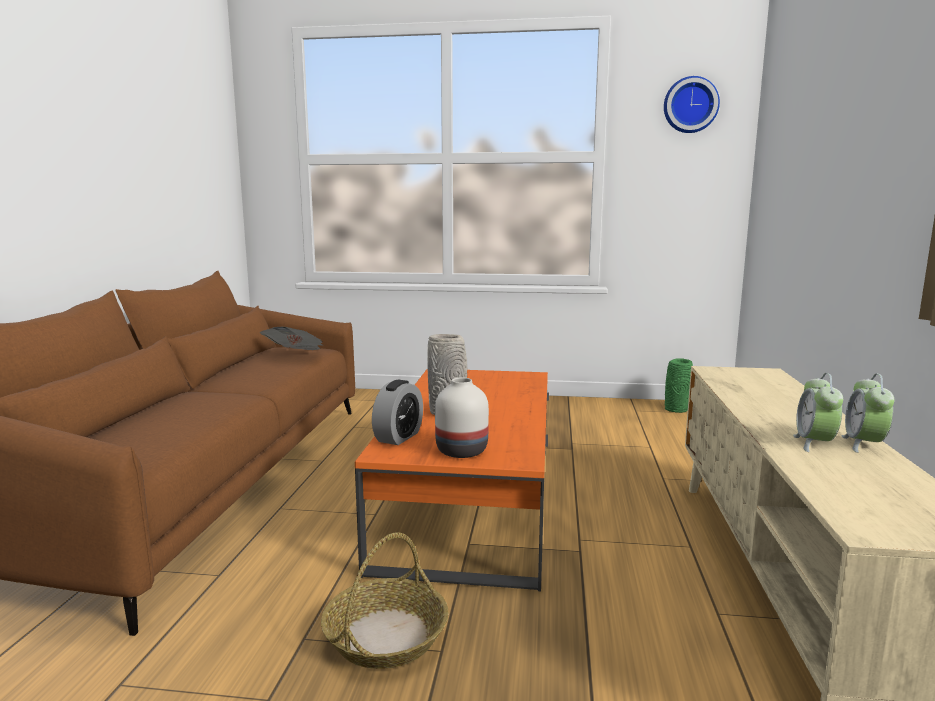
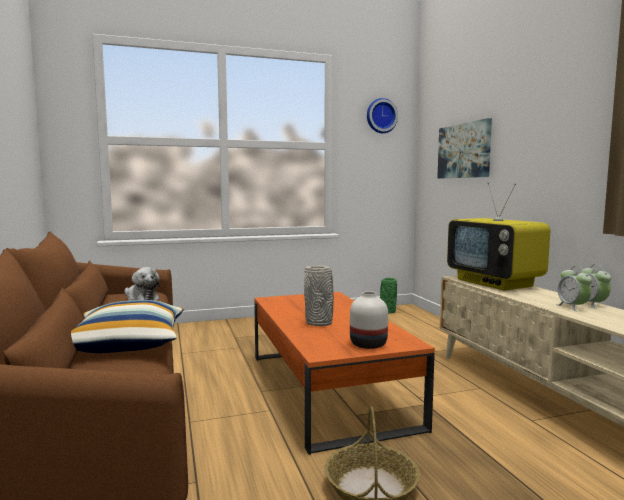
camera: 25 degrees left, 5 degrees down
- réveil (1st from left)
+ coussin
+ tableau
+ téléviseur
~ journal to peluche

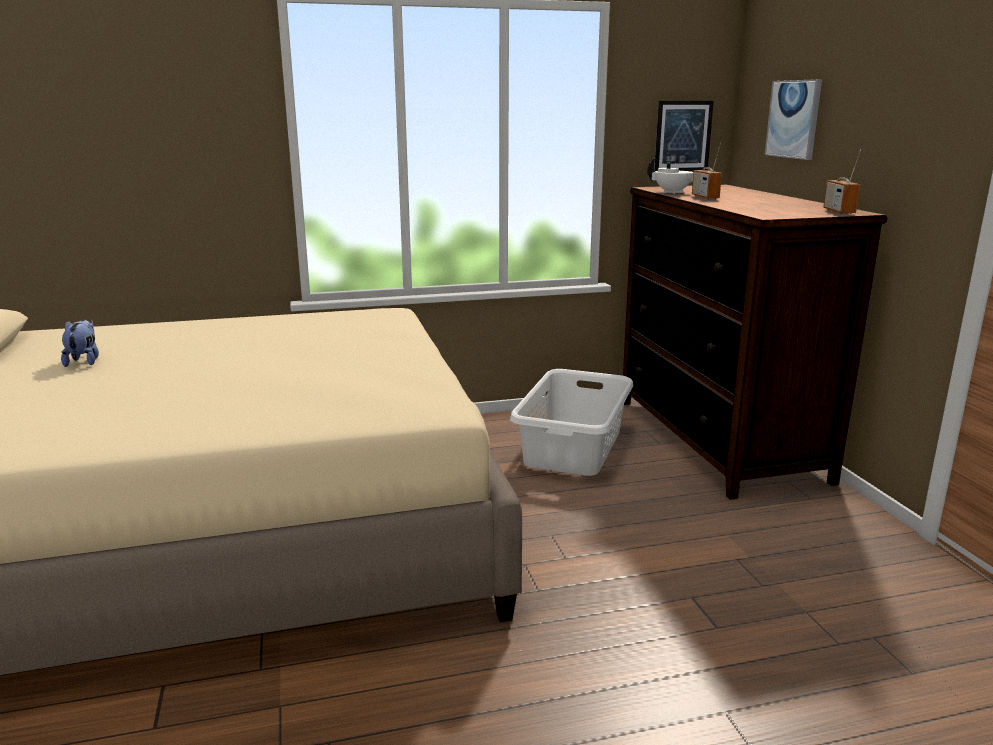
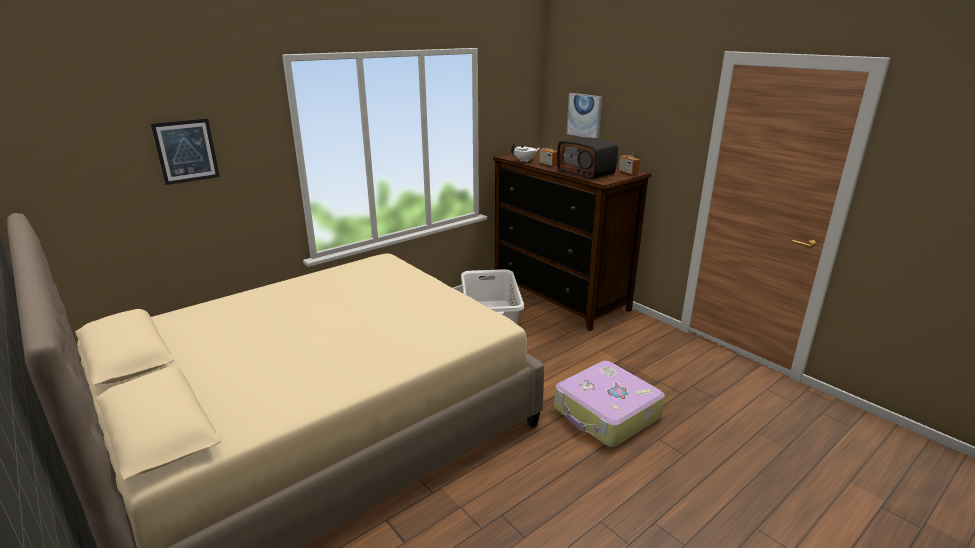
camera: 25 degrees left, 5 degrees up
- peluche
+ valise
+ radio (2nd from left)
~ tableau (1st from left)

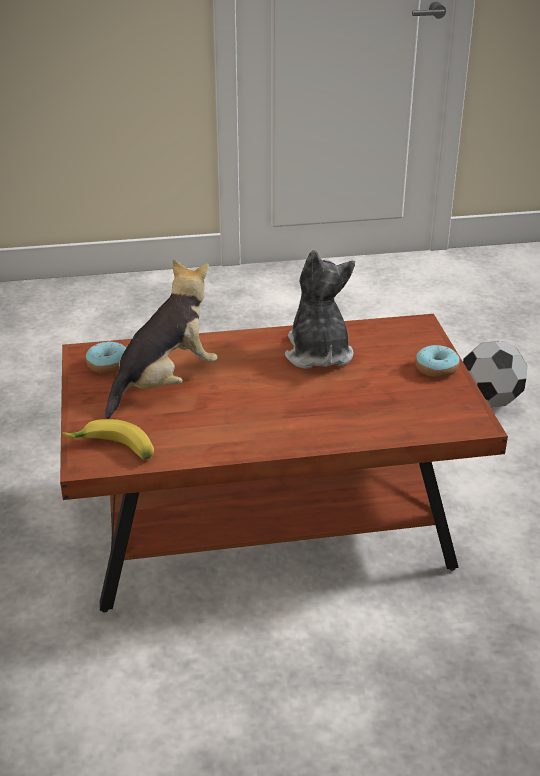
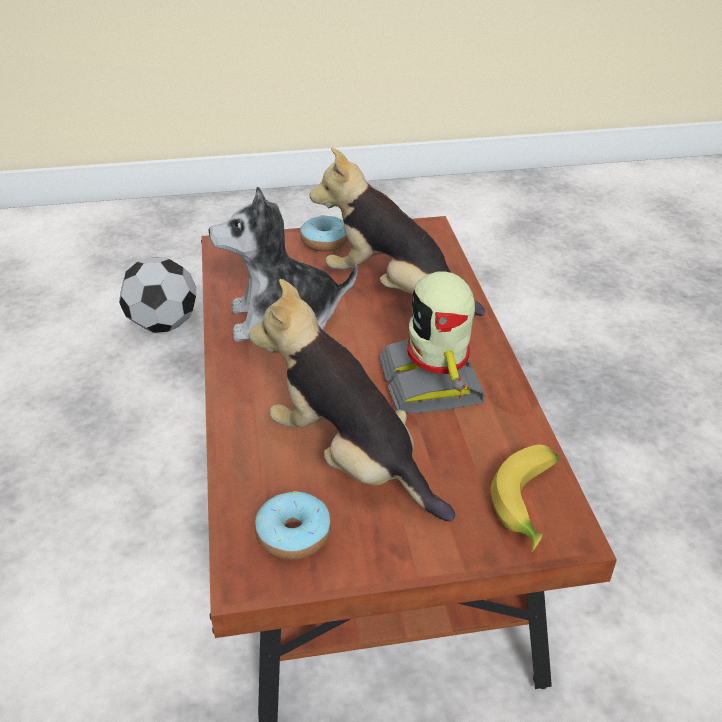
camera: 90 degrees left, 5 degrees up
+ peluche (3rd from left)
+ robot jouet

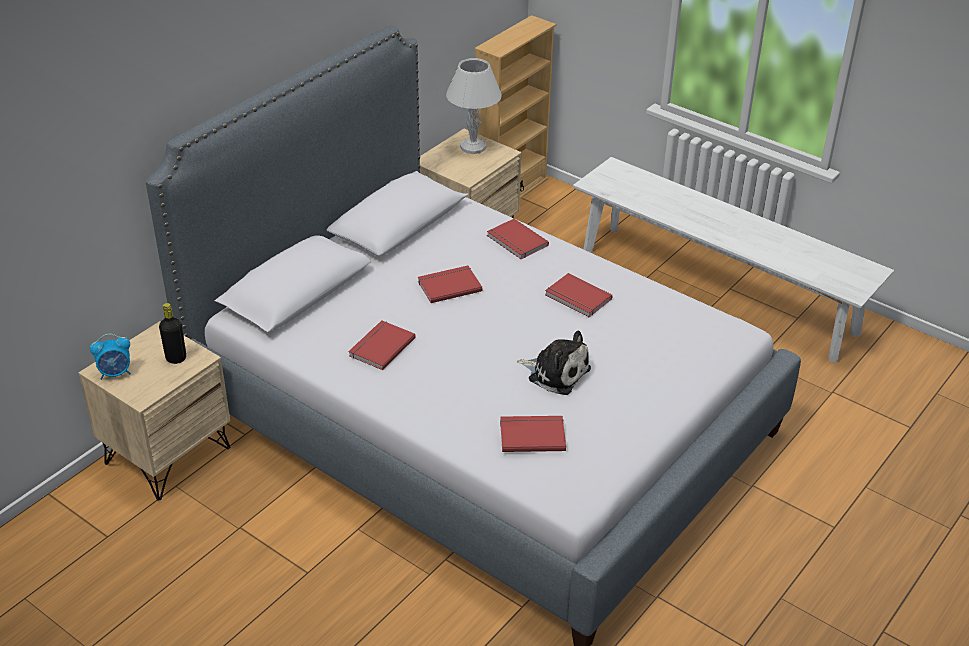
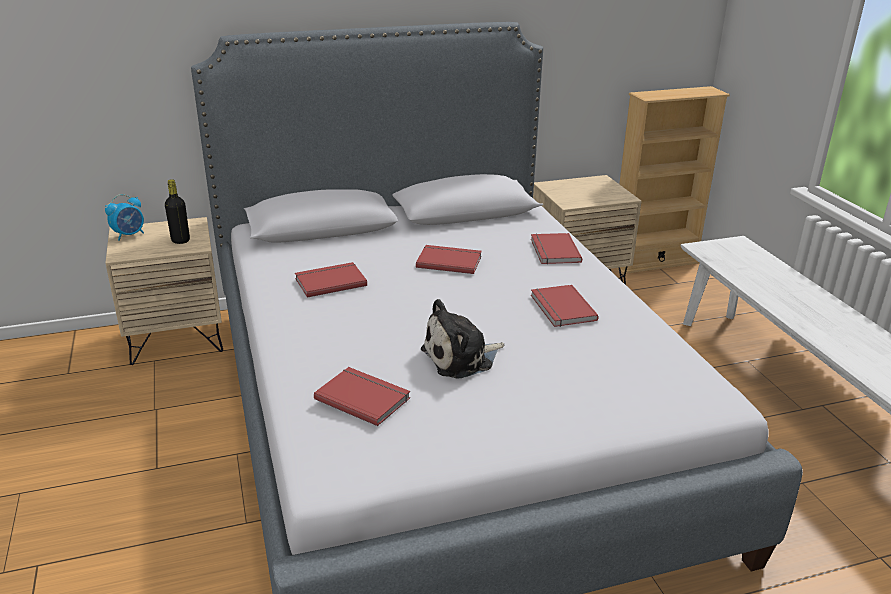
camera: 35 degrees right, 10 degrees down
- lampe de table [blanc]
~ réveil 60 degrees counterclockwise
~ peluche 90 degrees clockwise

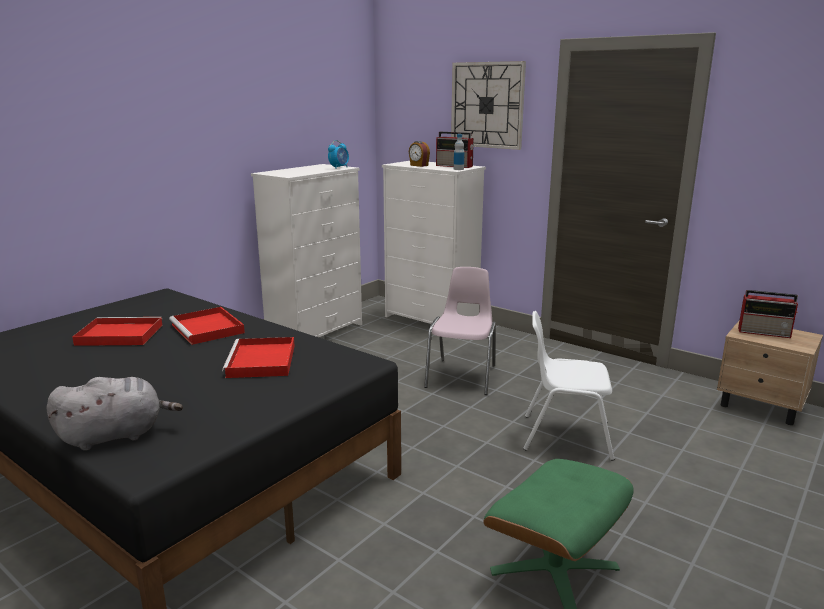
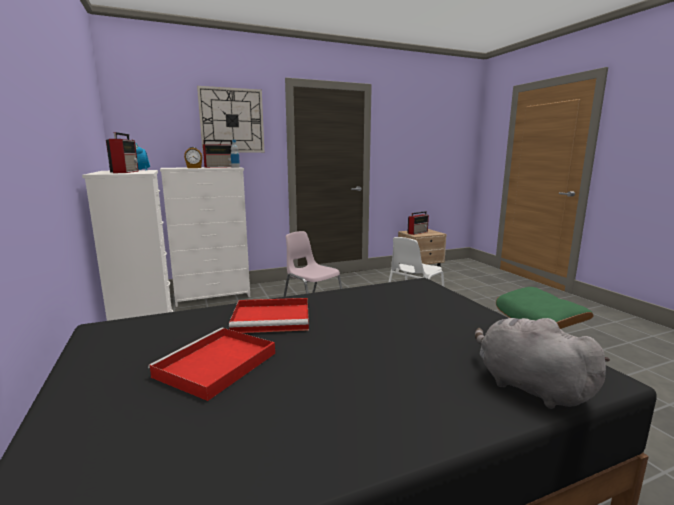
camera: 60 degrees left, 5 degrees down
- plateau [rouge] (3rd from left)
+ radio (1st from left)
~ peluche [gris] 45 degrees counterclockwise

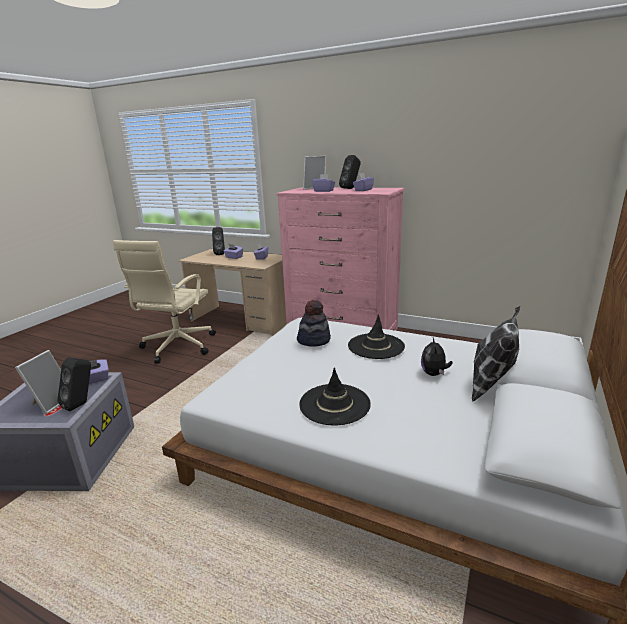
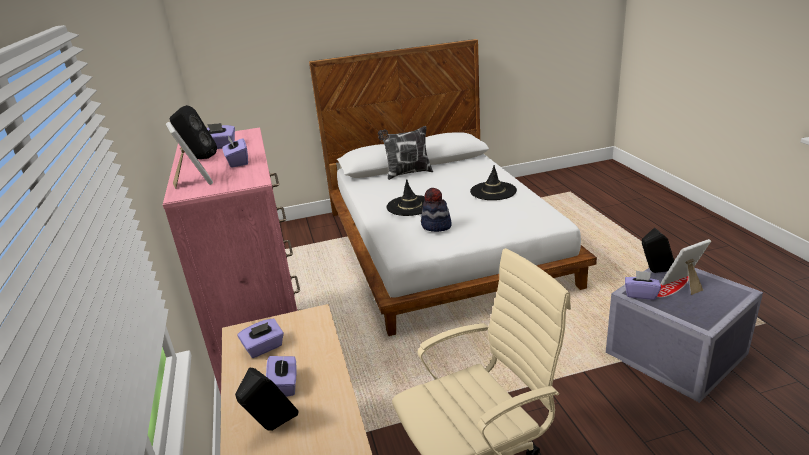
camera: 130 degrees left, 5 degrees up
- peluche

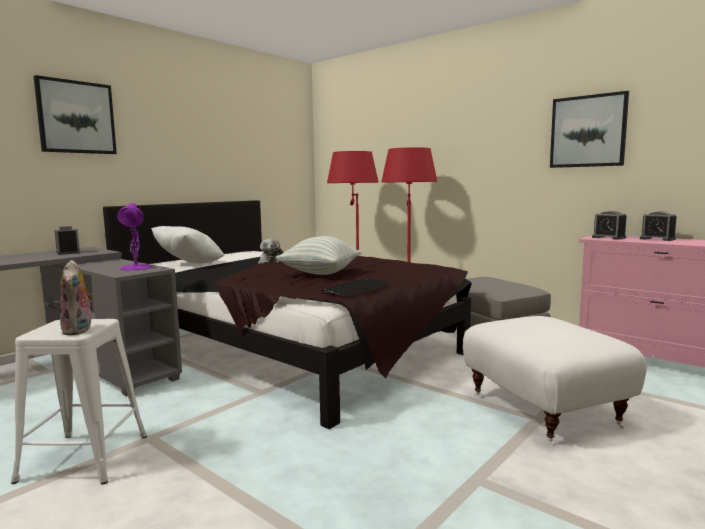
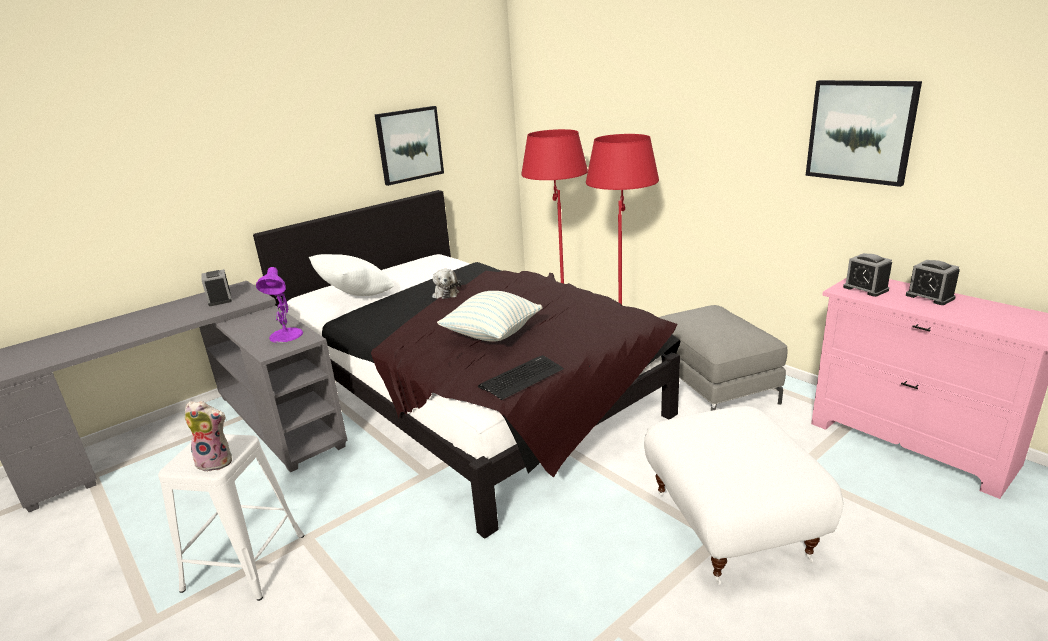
camera: 10 degrees right, 15 degrees up
~ tableau (1st from left)
~ peluche (1st from left) 75 degrees counterclockwise

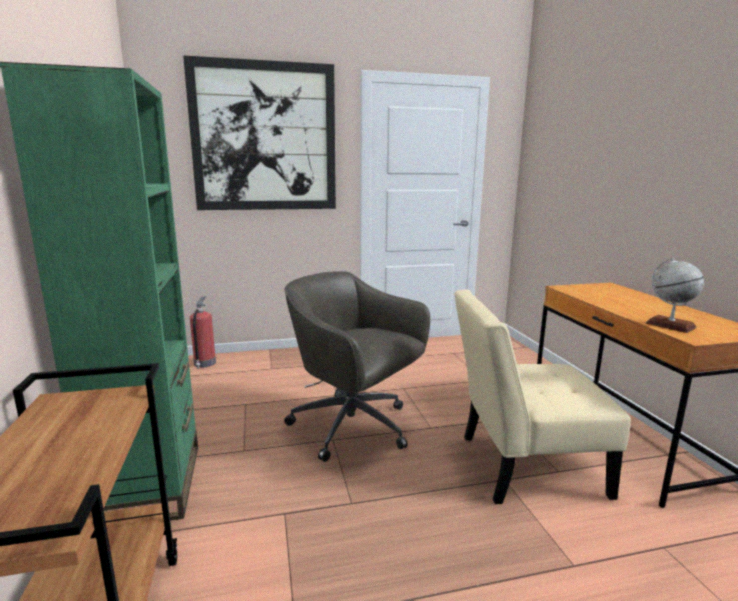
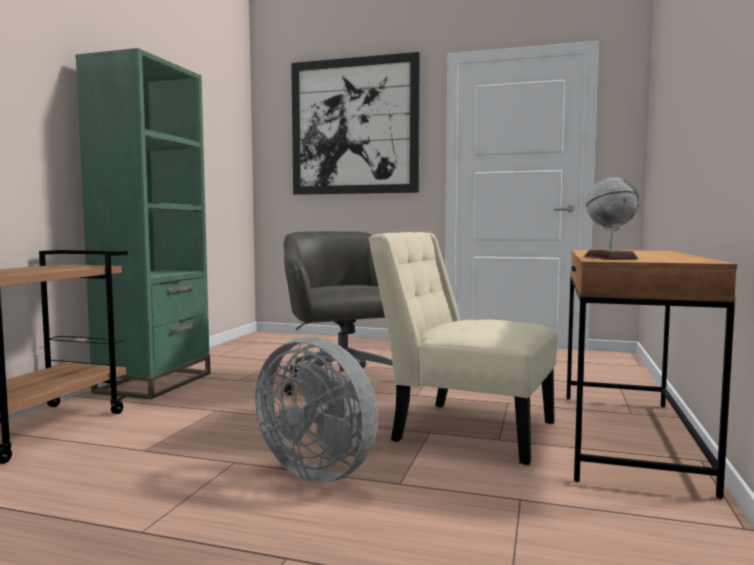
camera: 30 degrees right, 10 degrees down
- extincteur
+ ventilateur [gris]

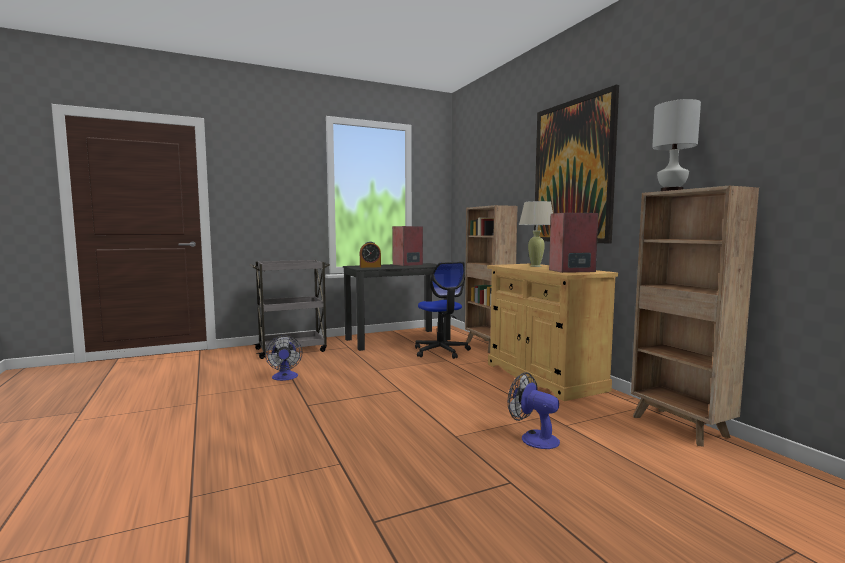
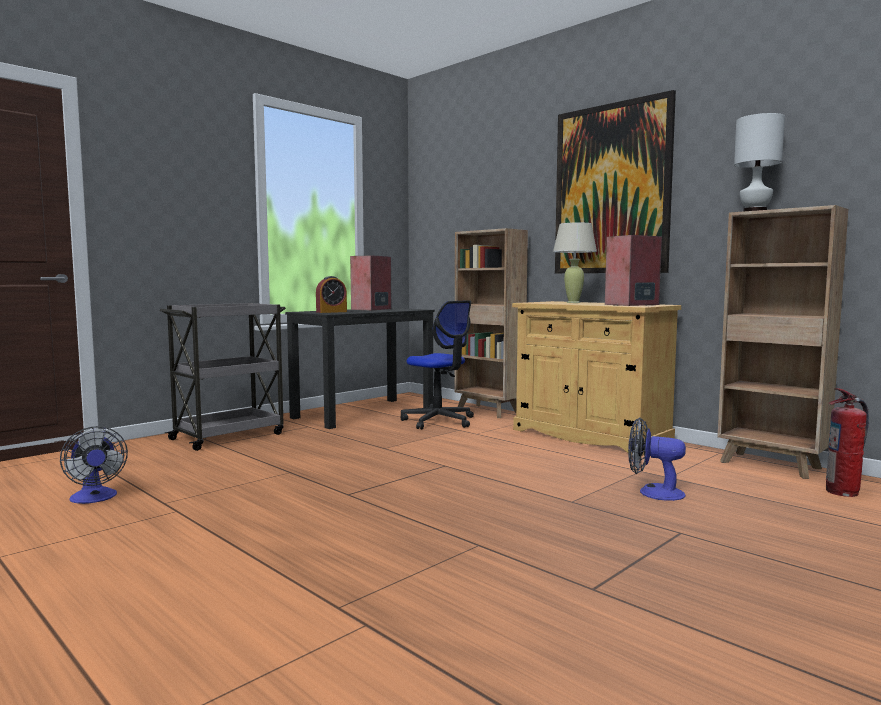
camera: 20 degrees left, 0 degrees up
+ extincteur
~ ventilateur (1st from left)

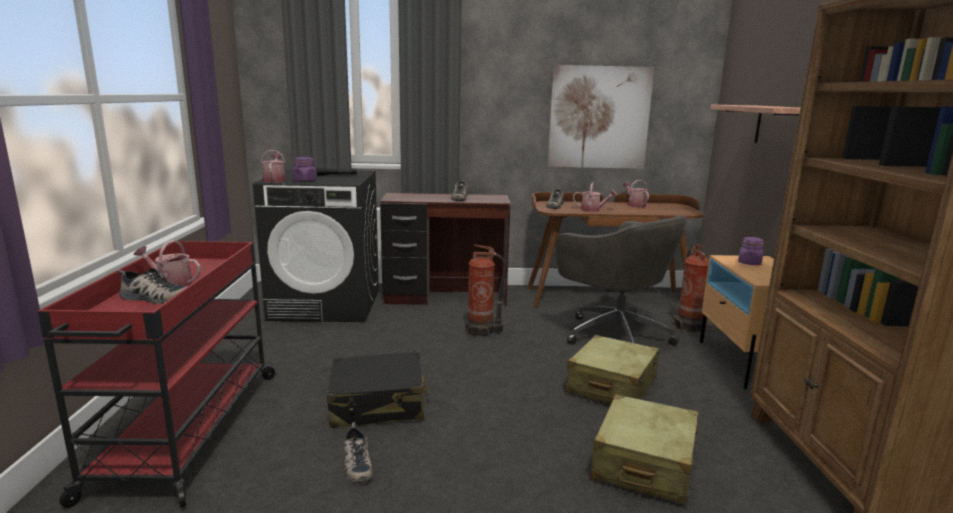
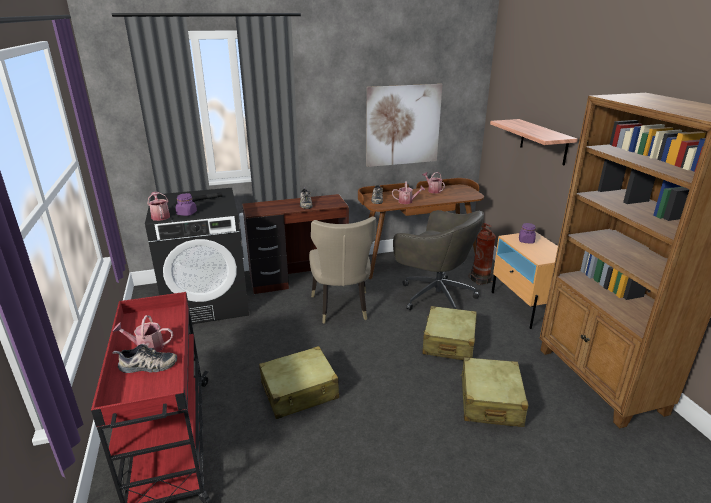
camera: 15 degrees left, 10 degrees up
- chaussure (2nd from left)
~ extincteur (1st from left) to chaise [beige]
~ valise [noir] to valise [beige] (1st from left)

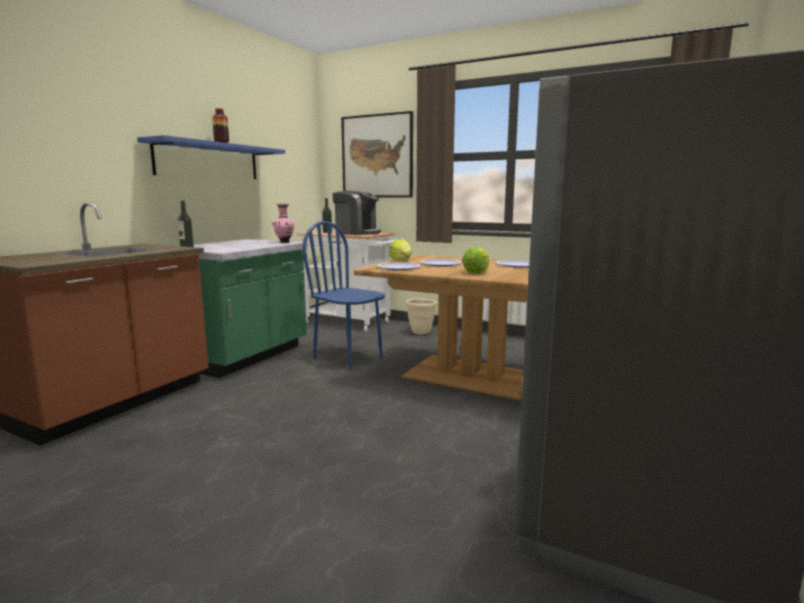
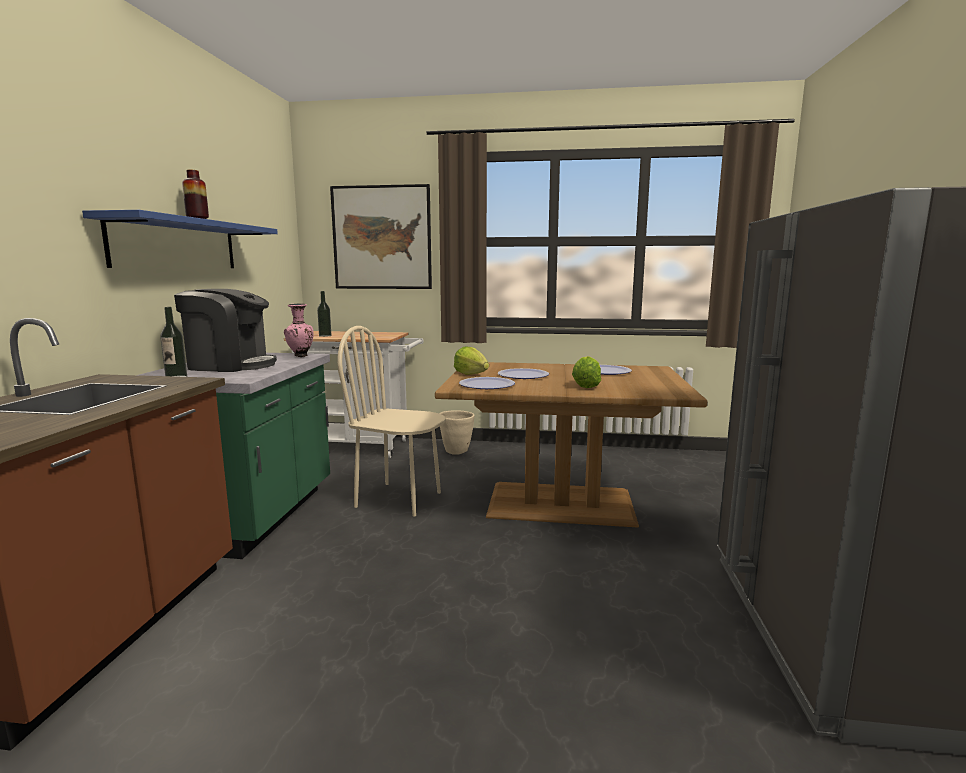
camera: 20 degrees left, 0 degrees up
~ machine à café
~ chaise [bleu] to chaise [beige]

